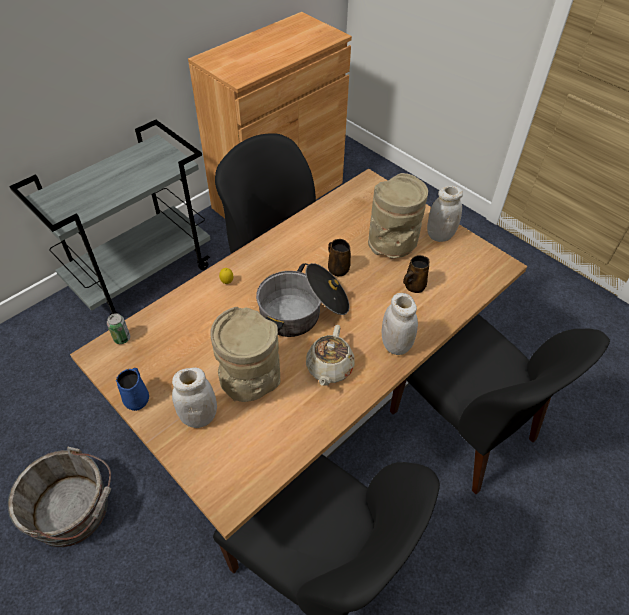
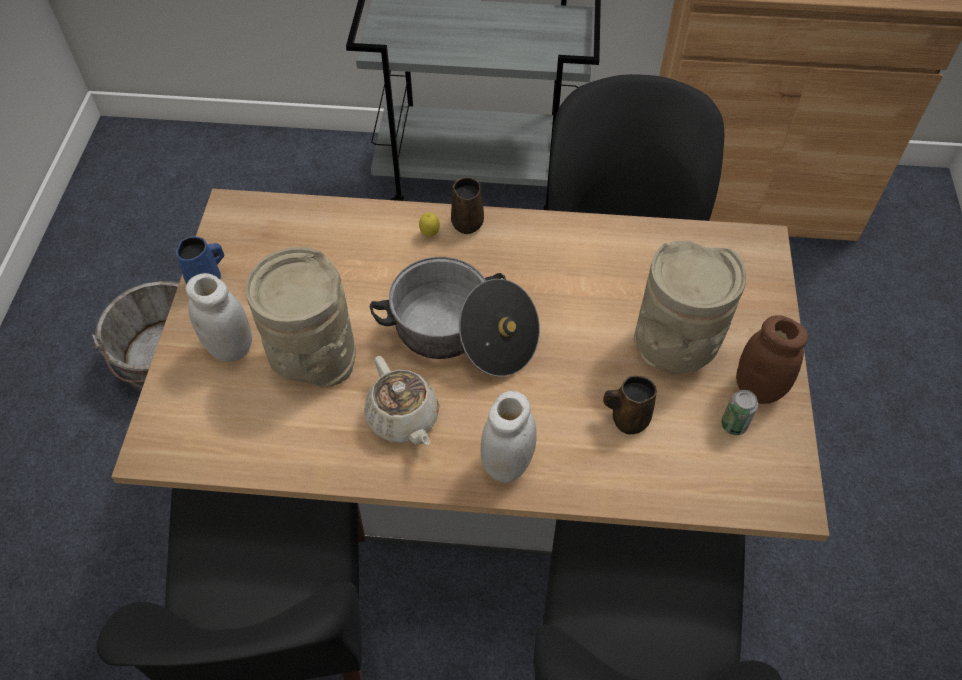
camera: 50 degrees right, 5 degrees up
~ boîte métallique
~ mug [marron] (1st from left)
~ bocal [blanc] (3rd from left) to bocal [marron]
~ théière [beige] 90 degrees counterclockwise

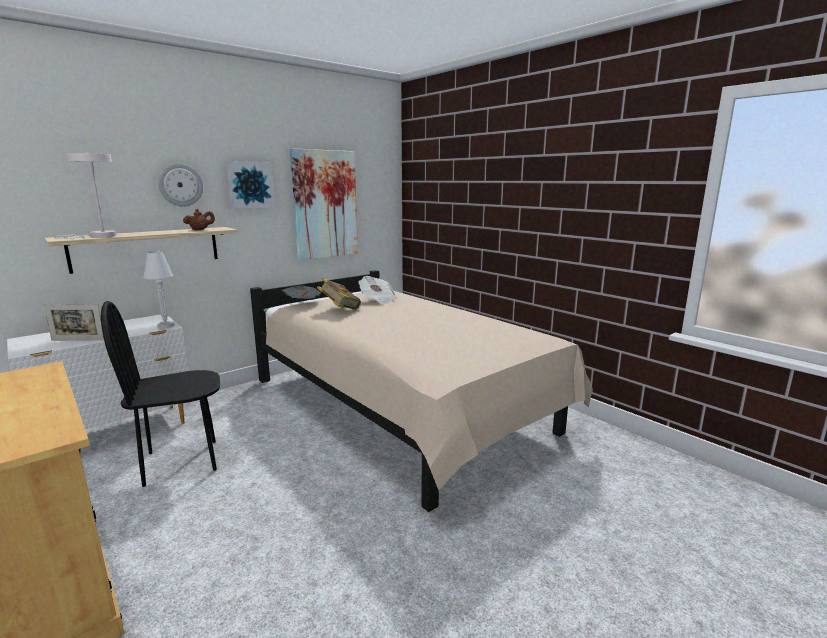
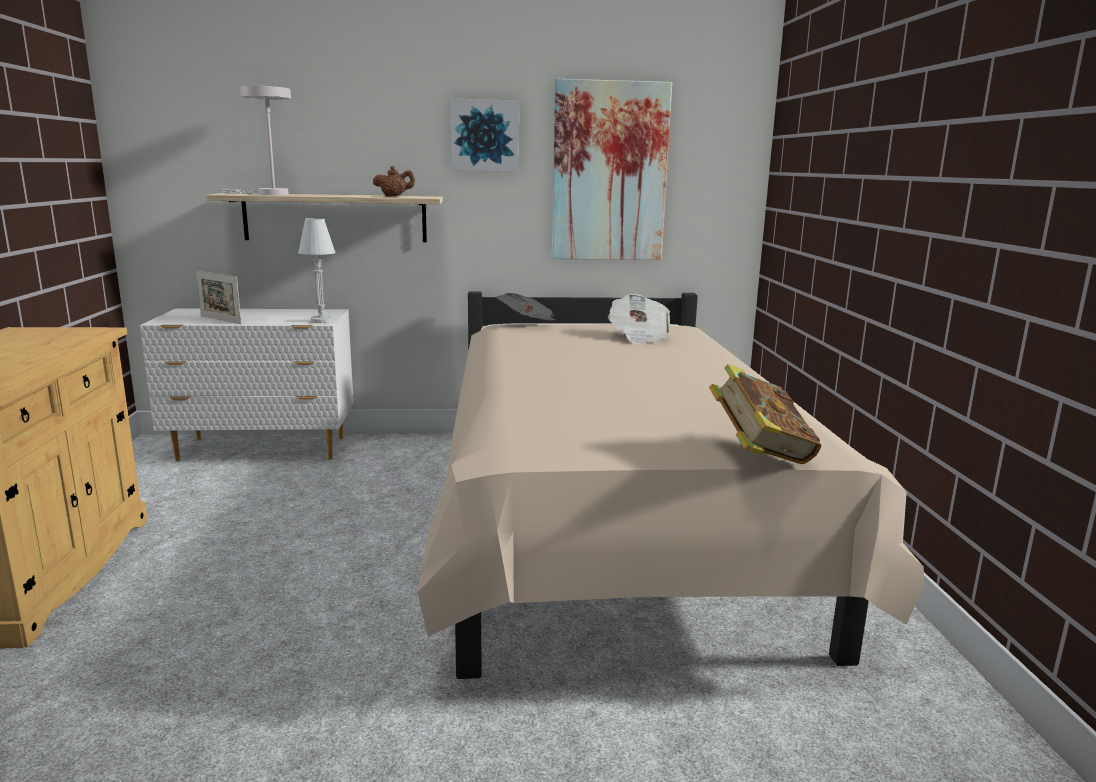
camera: 35 degrees right, 0 degrees up
- chaise [noir]
- horloge murale
~ livre

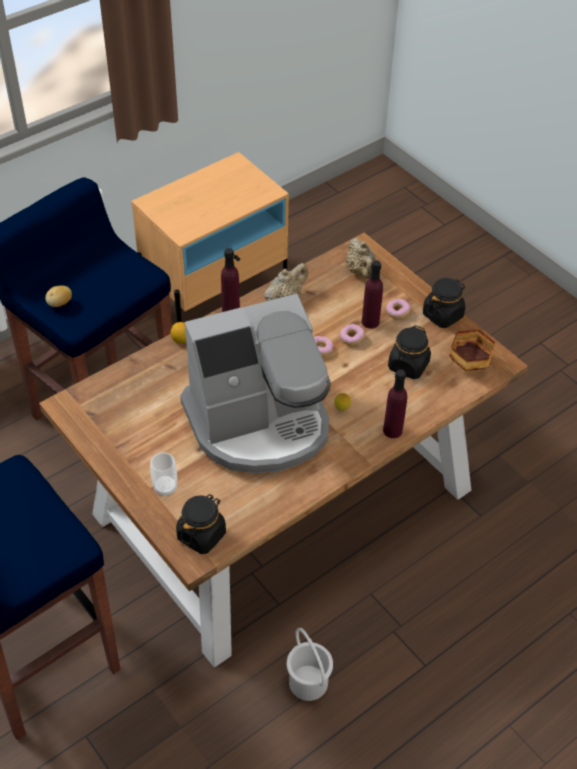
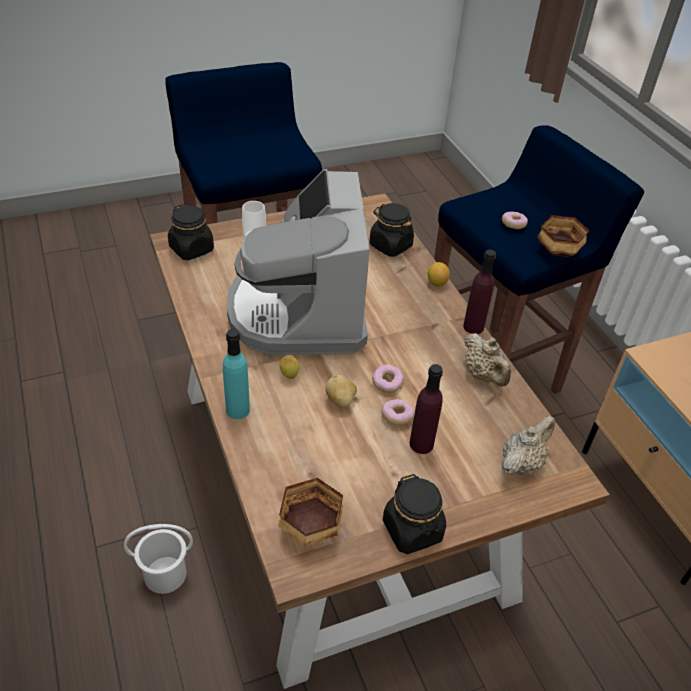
camera: 105 degrees right, 5 degrees down
+ bol (2nd from left)
~ pomme de terre
~ seau [blanc]
~ beignet (3rd from left)
~ bocal [noir] (2nd from left)
~ bouteille [violet] (3rd from left) to bouteille [turquoise]
~ théière [beige] (2nd from left) 135 degrees clockwise

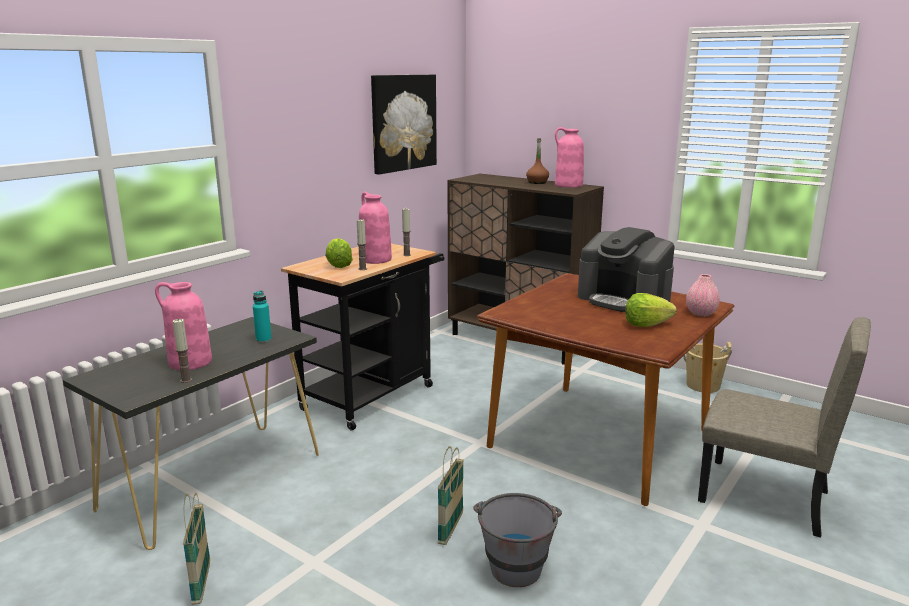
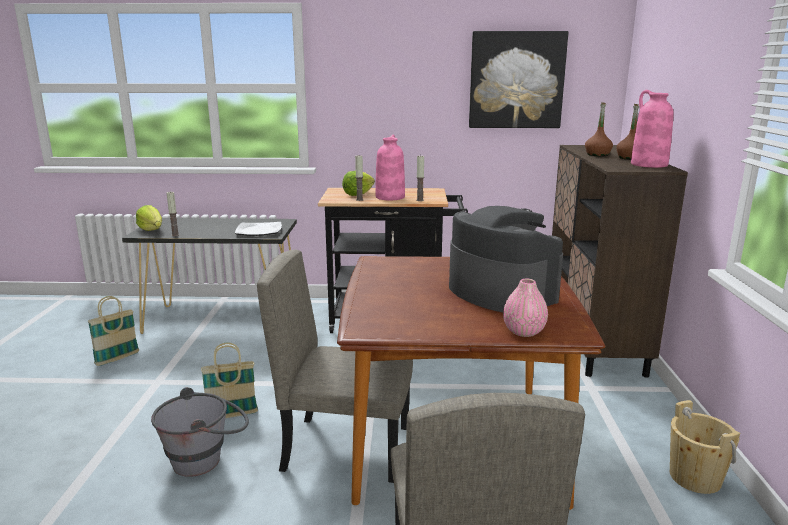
camera: 55 degrees right, 0 degrees up
- vase [rose] (1st from left)
+ chaise [beige] (1st from left)
+ bouteille [marron] (1st from left)
~ laitue (2nd from left in the first image) to laitue (1st from left)
~ bouteille [turquoise] to assiette
~ machine à café 135 degrees clockwise

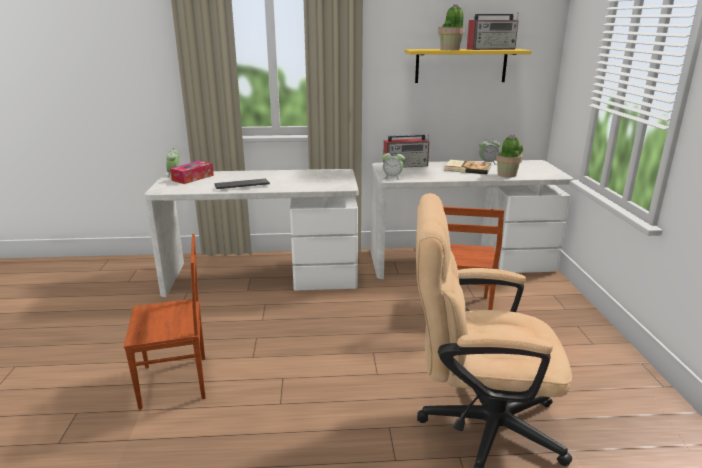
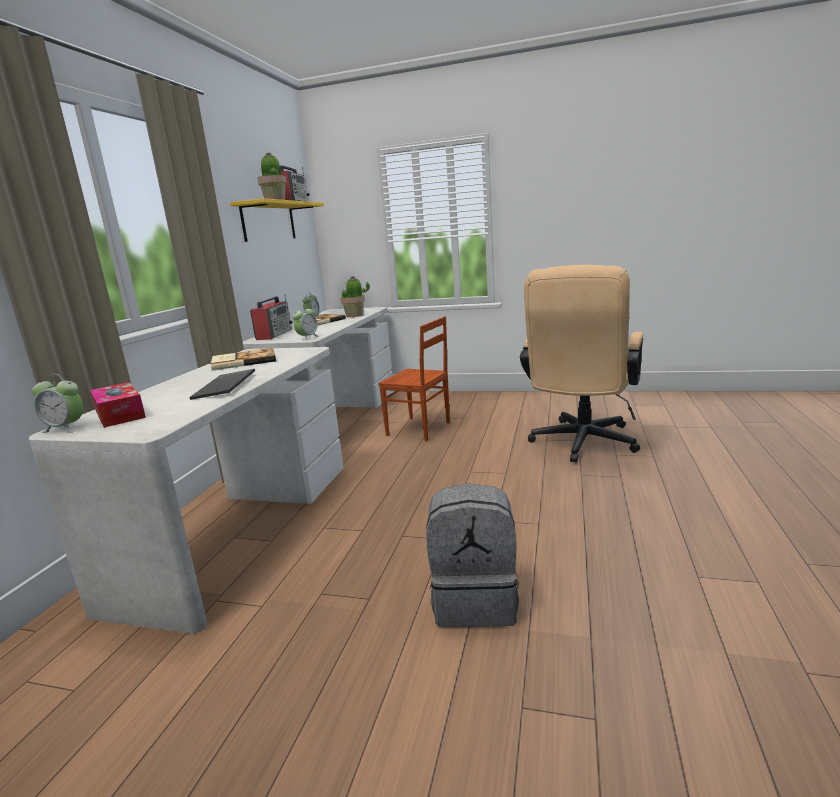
camera: 70 degrees left, 5 degrees down
+ livre (1st from left)
~ chaise [marron] (1st from left) to sac à dos [gris]

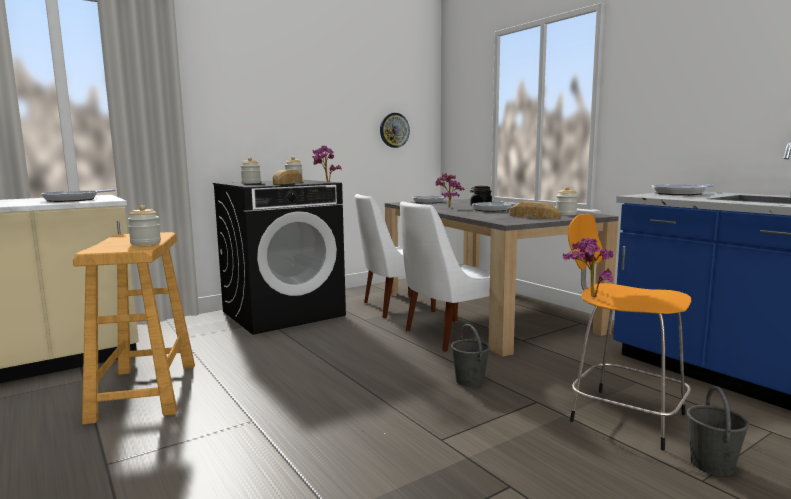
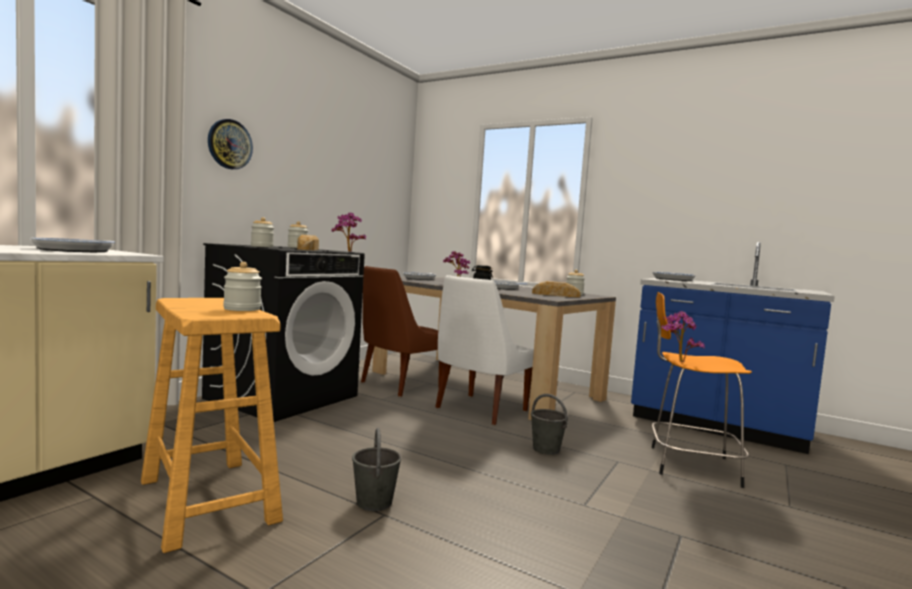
camera: 25 degrees left, 5 degrees down
~ horloge murale
~ seau [gris] (2nd from left in the first image) to seau [gris] (1st from left)
~ chaise [blanc] (1st from left) to chaise [marron]

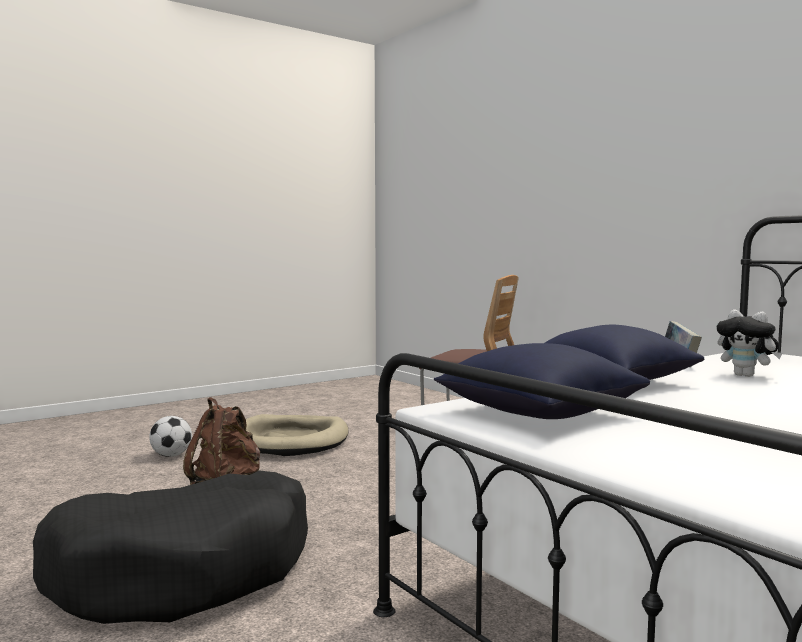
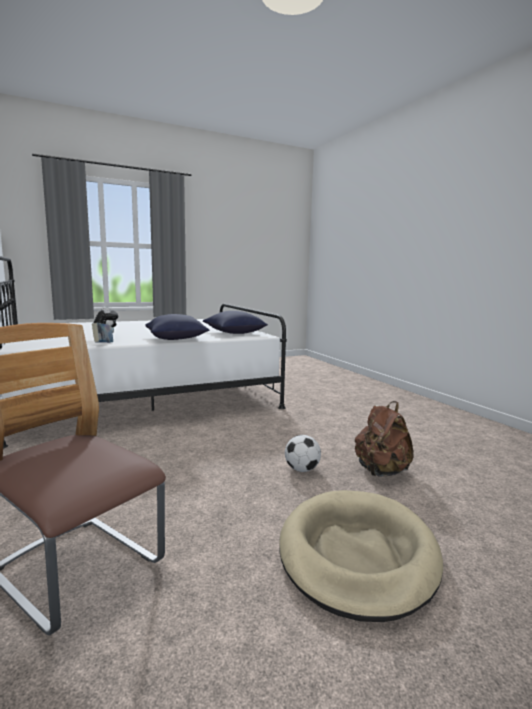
camera: 170 degrees left, 5 degrees up
- panier pour chien [noir]
~ ballon de foot

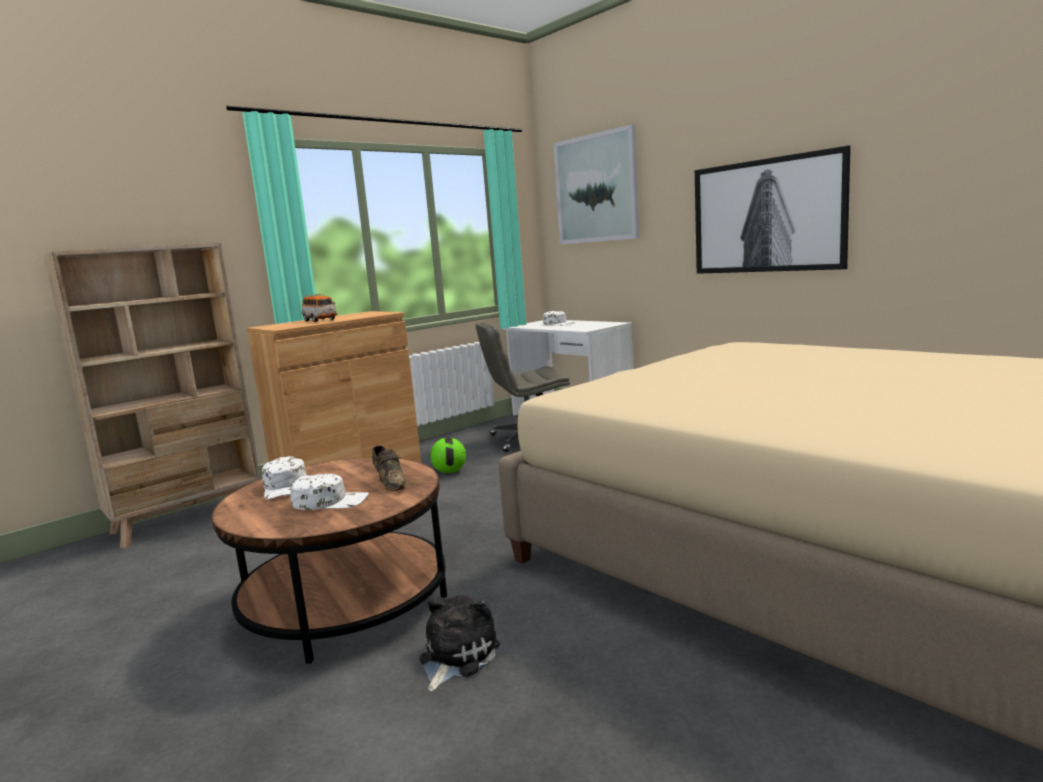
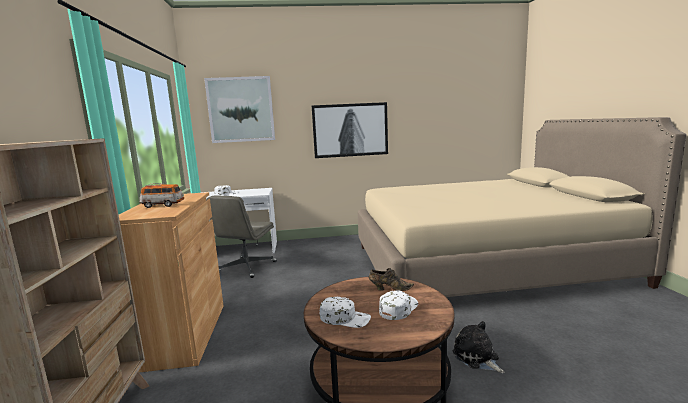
camera: 55 degrees left, 0 degrees up
- ballon de foot

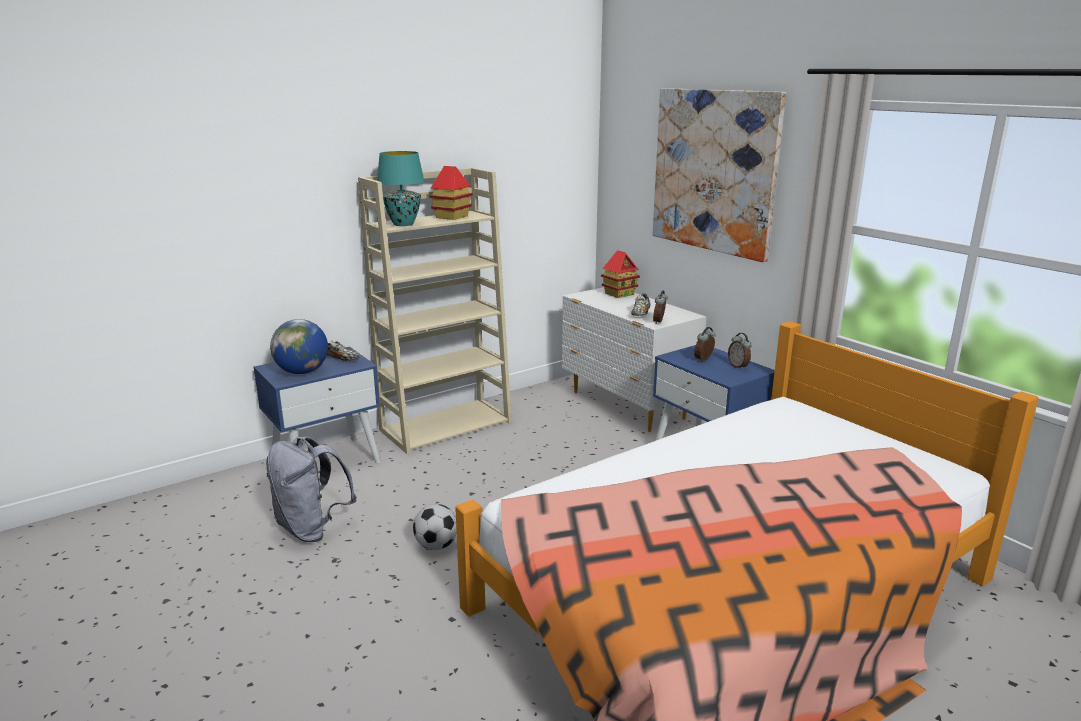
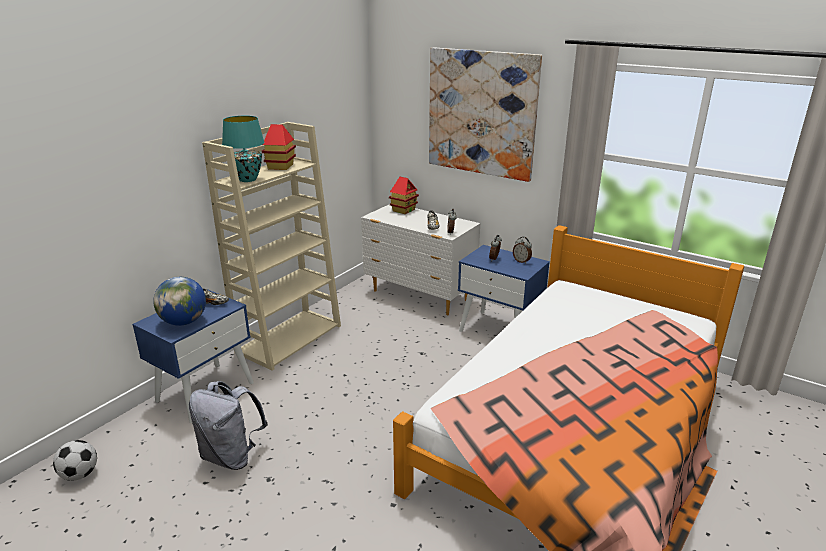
camera: 20 degrees left, 5 degrees up
~ ballon de foot

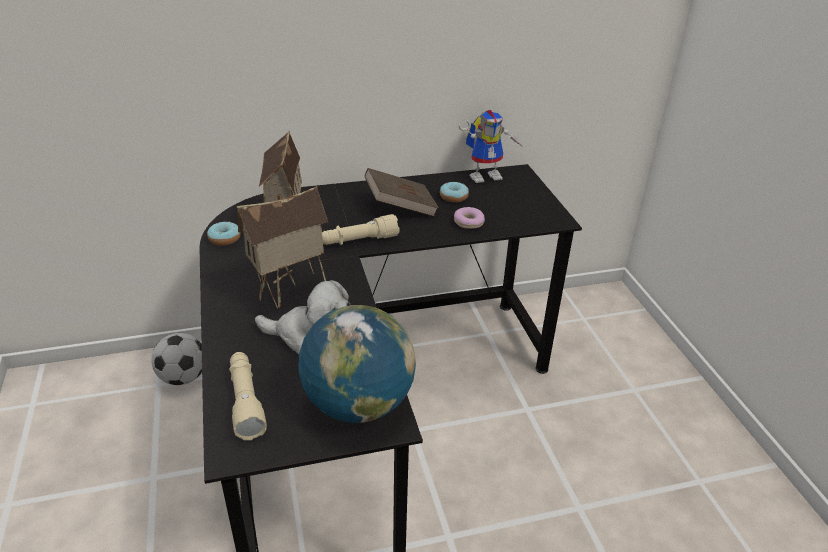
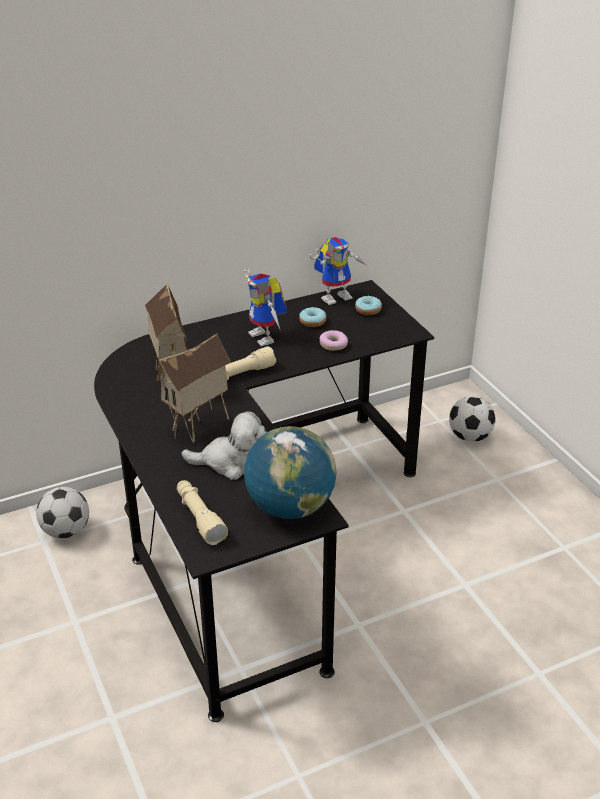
camera: 10 degrees left, 0 degrees up
+ ballon de foot (2nd from left)
~ beignet (1st from left in the first image) to beignet (3rd from left)
~ livre [marron] to robot jouet (1st from left)

